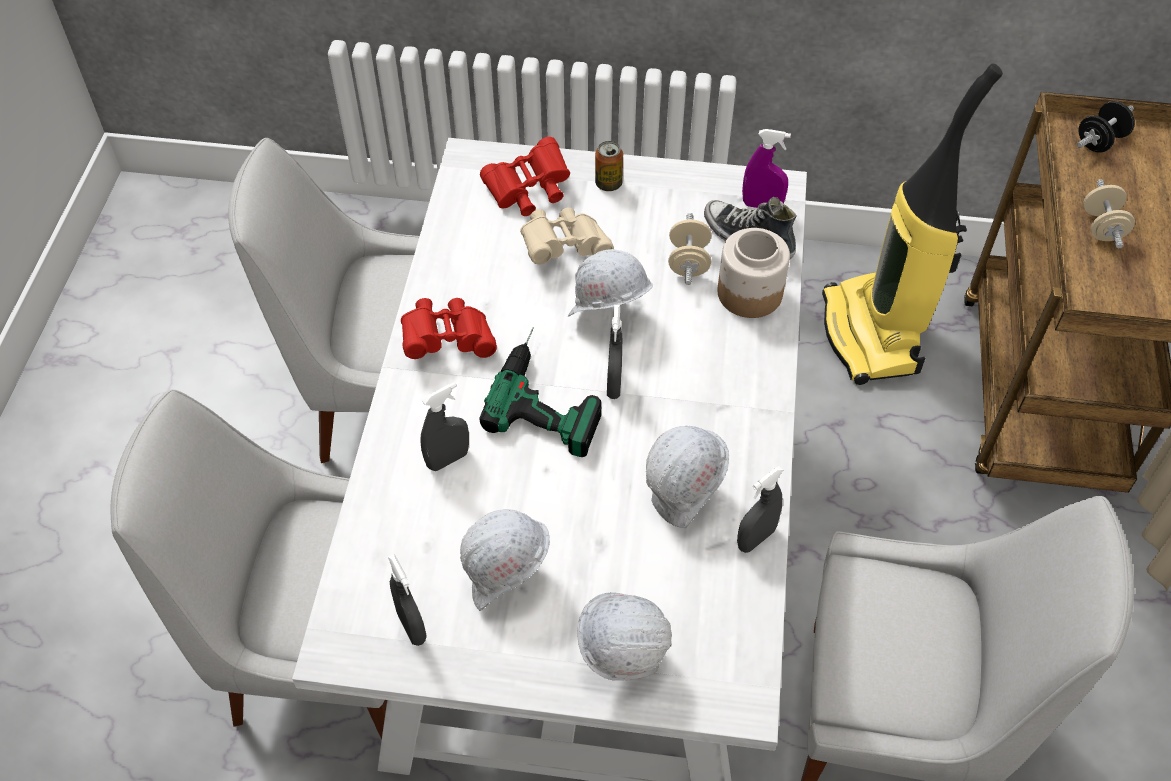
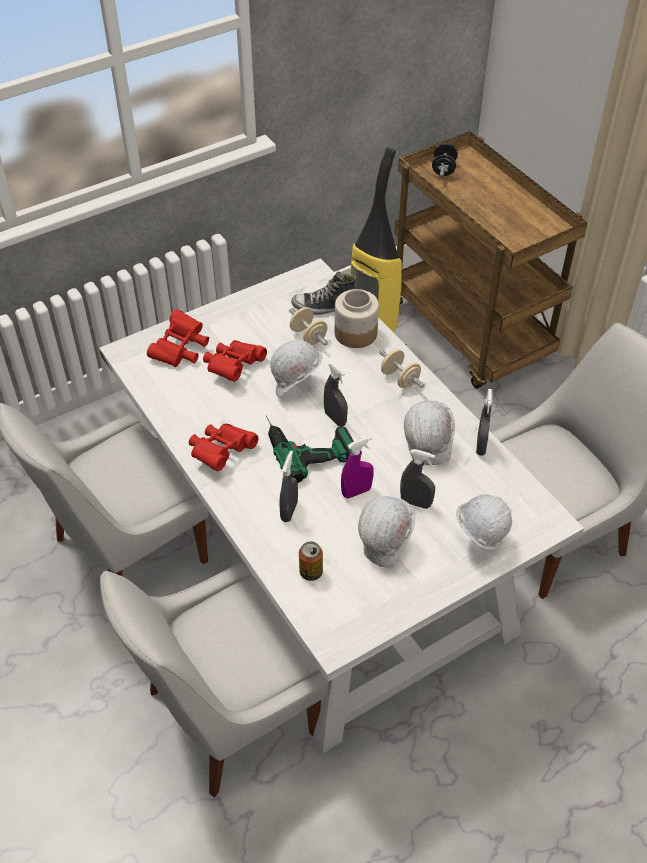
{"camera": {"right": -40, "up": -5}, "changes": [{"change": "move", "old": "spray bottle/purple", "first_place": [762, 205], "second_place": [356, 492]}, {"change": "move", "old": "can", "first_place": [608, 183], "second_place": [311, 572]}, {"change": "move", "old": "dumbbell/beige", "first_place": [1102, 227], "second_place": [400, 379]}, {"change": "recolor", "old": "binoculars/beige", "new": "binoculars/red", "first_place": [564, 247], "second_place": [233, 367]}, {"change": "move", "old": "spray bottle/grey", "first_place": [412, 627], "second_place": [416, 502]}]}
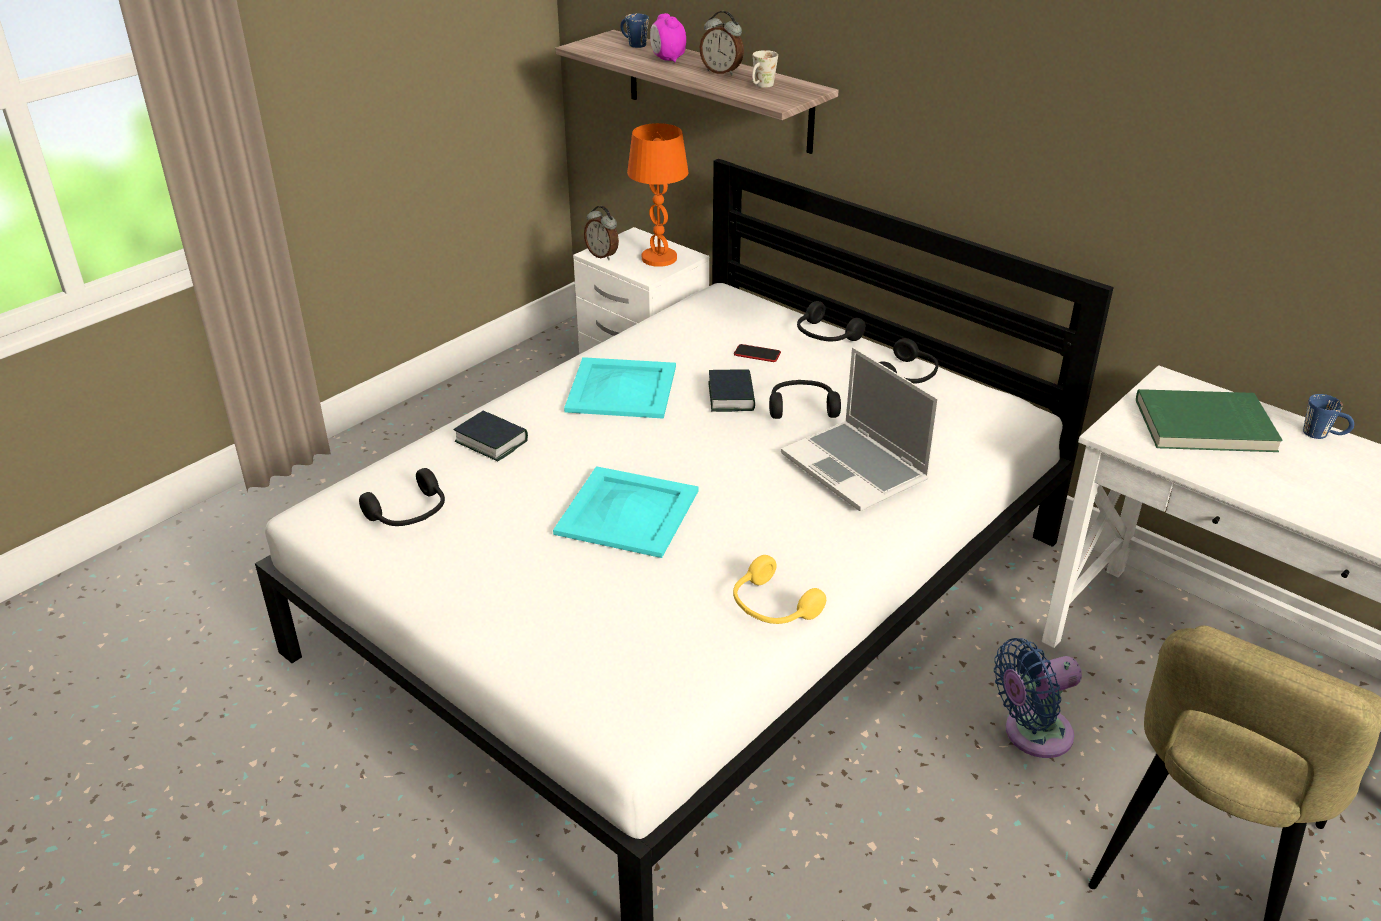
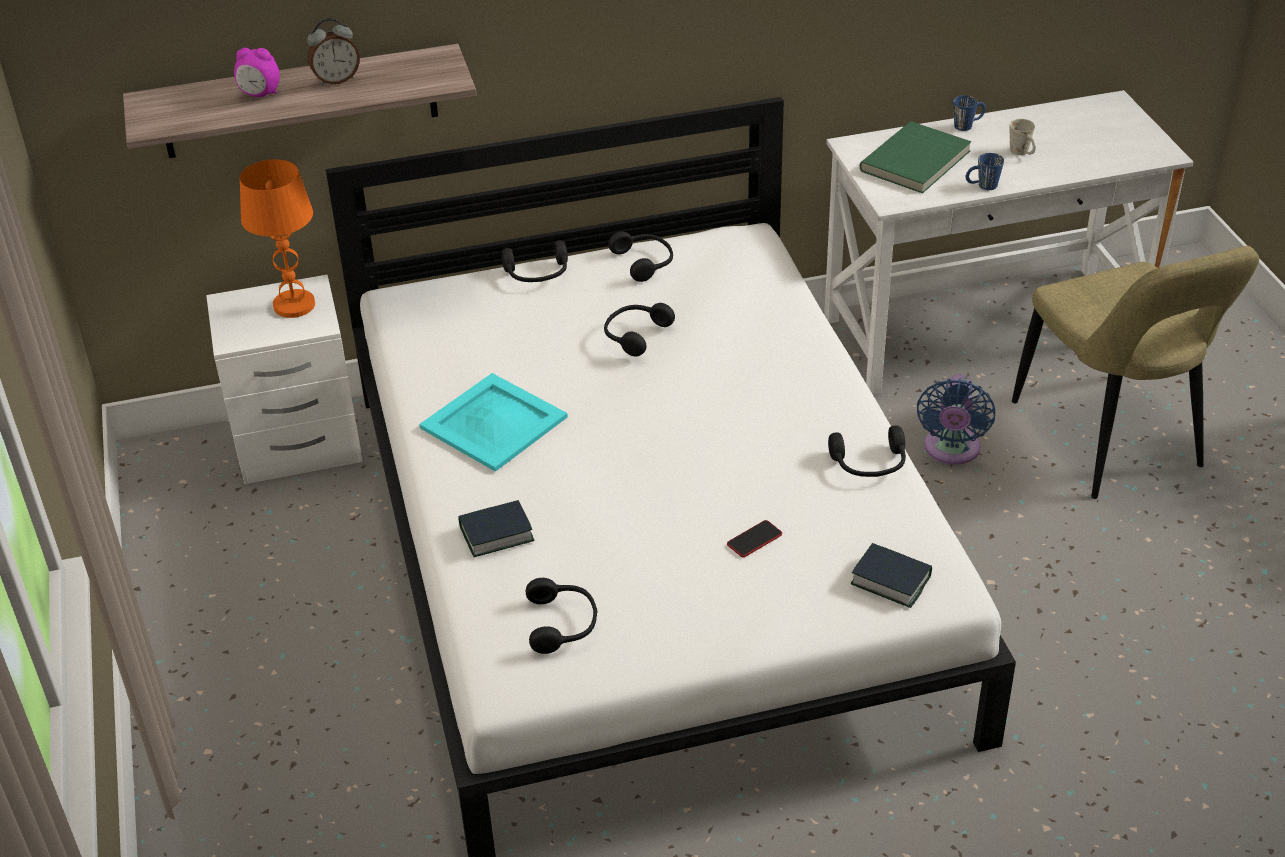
{"camera": {"right": -55, "up": 5}, "changes": [{"change": "move", "old": "mug/blue", "first_place": [633, 44], "second_place": [982, 186]}, {"change": "move", "old": "mug/white", "first_place": [761, 86], "second_place": [1022, 153]}, {"change": "delete", "old": "alarm clock", "first_place": [603, 255]}, {"change": "move", "old": "phone", "first_place": [757, 354], "second_place": [754, 539]}, {"change": "delete", "old": "laptop", "first_place": [856, 468]}, {"change": "move", "old": "book", "first_place": [731, 396], "second_place": [890, 580]}, {"change": "delete", "old": "tray/turquoise", "first_place": [628, 513]}, {"change": "recolor", "old": "headphones/yellow", "new": "headphones/black", "first_place": [771, 607], "second_place": [869, 464]}]}
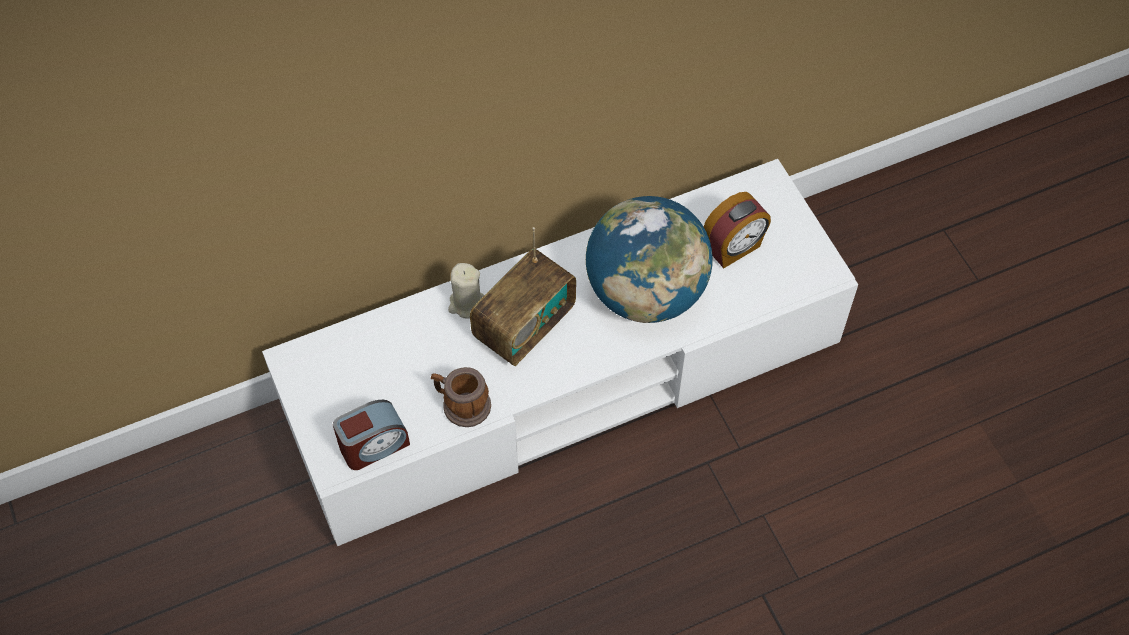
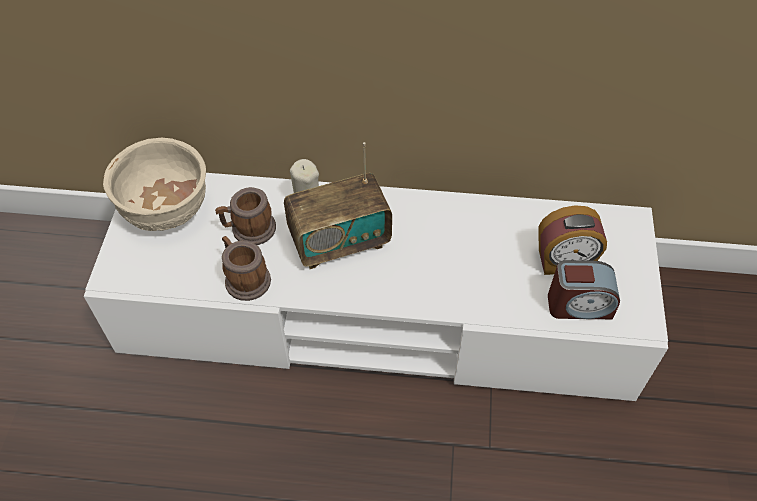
{"camera": {"right": 30, "up": -5}, "changes": [{"change": "delete", "old": "globe", "first_place": [646, 292]}, {"change": "move", "old": "alarm clock", "first_place": [374, 445], "second_place": [579, 305]}, {"change": "insert", "new": "bowl/beige", "second_place": [168, 212]}, {"change": "insert", "new": "mug", "second_place": [249, 229]}]}
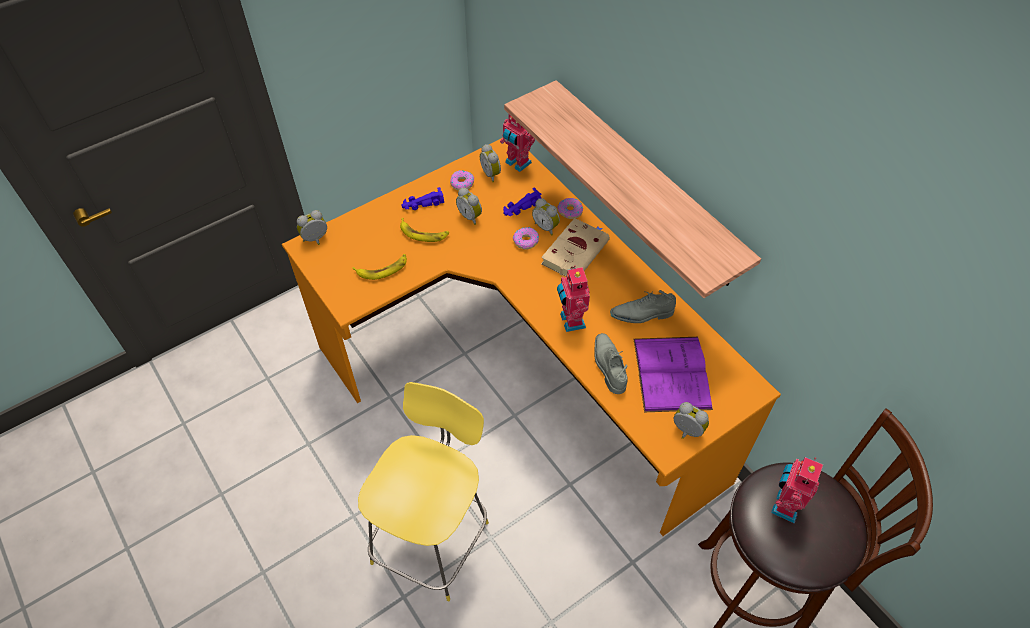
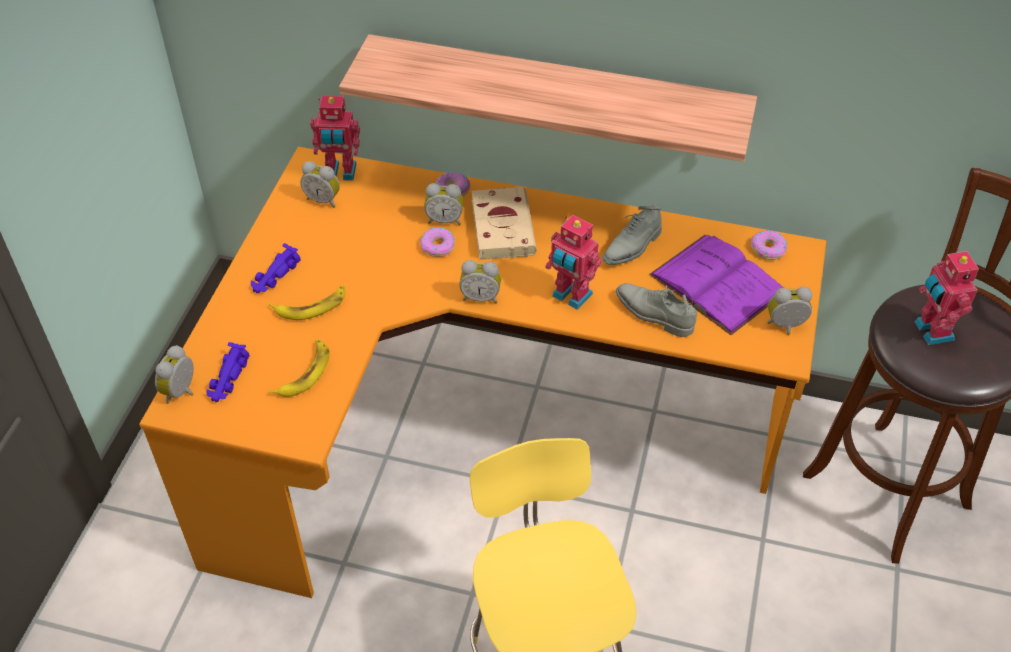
{"camera": {"right": -40, "up": -5}, "changes": [{"change": "move", "old": "donut", "first_place": [462, 183], "second_place": [768, 249]}, {"change": "move", "old": "toy car/purple", "first_place": [521, 207], "second_place": [228, 379]}, {"change": "move", "old": "alarm clock", "first_place": [471, 216], "second_place": [480, 297]}]}
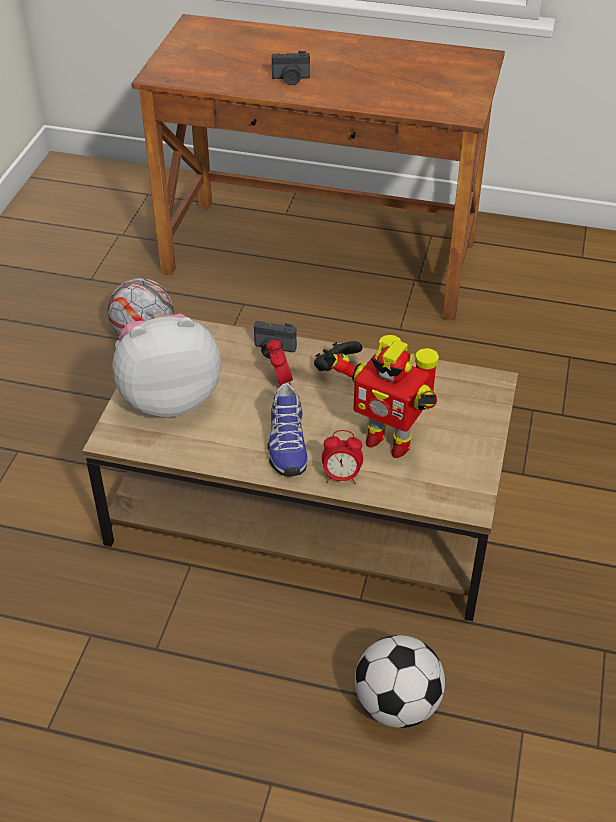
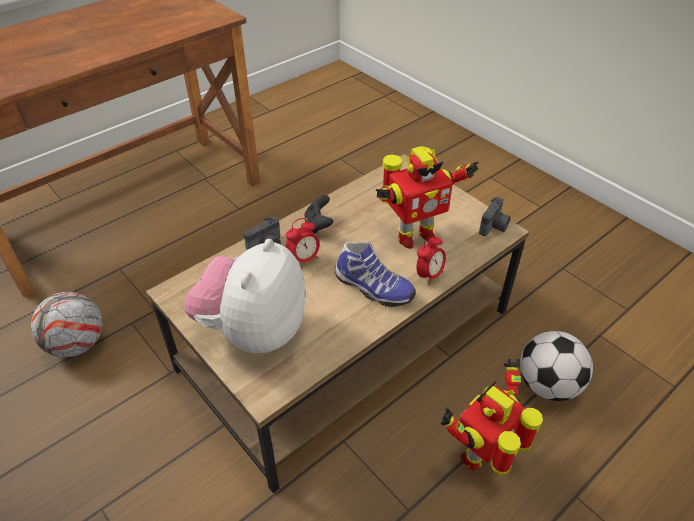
{"camera": {"right": -55, "up": 0}, "changes": [{"change": "move", "old": "photo camera", "first_place": [291, 79], "second_place": [494, 227]}, {"change": "rotate", "old": "alarm clock", "first_place": [280, 382], "second_place": [304, 259], "degrees": 120}, {"change": "insert", "new": "toy robot", "second_place": [482, 455]}]}
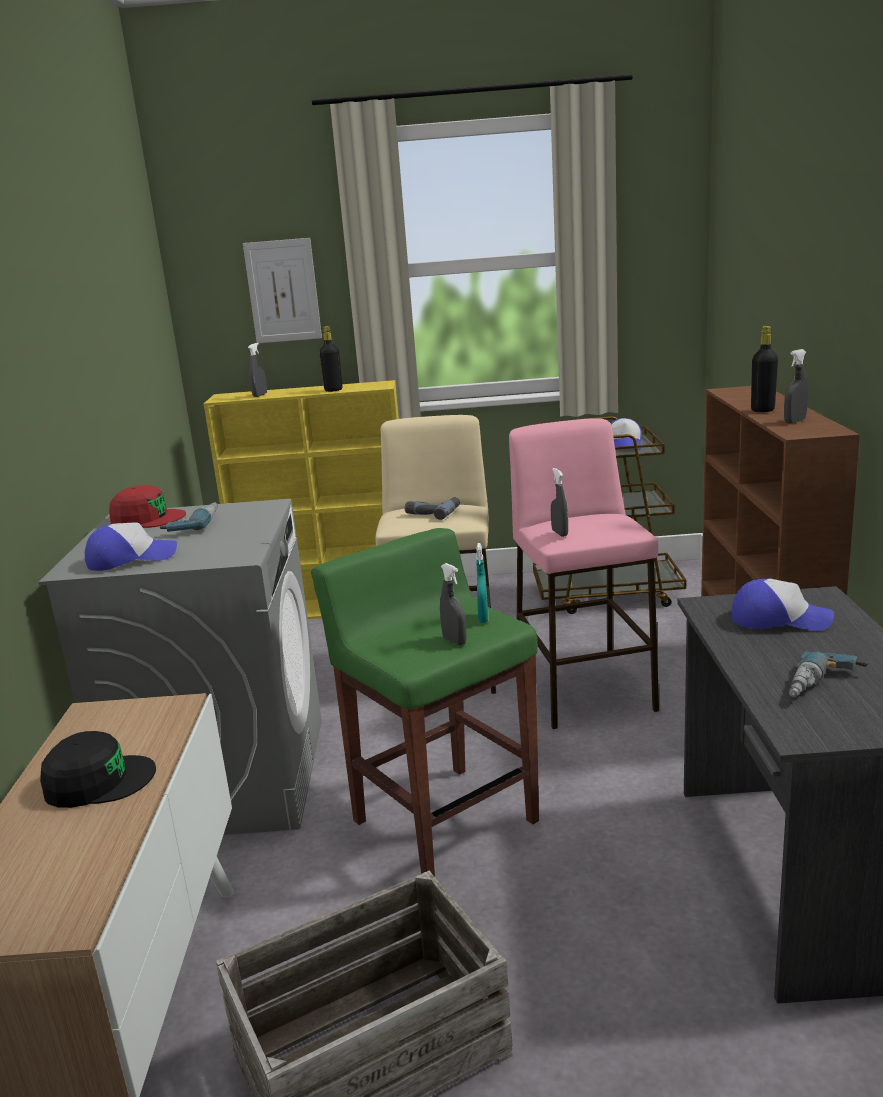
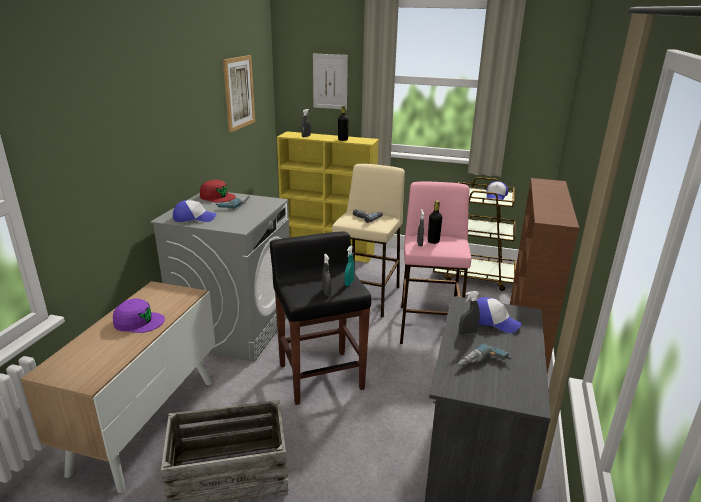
{"camera": {"right": 15, "up": 5}, "changes": [{"change": "move", "old": "bottle/black", "first_place": [762, 410], "second_place": [433, 241]}, {"change": "move", "old": "spray bottle/grey", "first_place": [794, 421], "second_place": [467, 333]}, {"change": "recolor", "old": "stool/green", "new": "stool/black", "first_place": [443, 820], "second_place": [320, 375]}, {"change": "recolor", "old": "cap/black", "new": "cap/purple", "first_place": [98, 781], "second_place": [138, 321]}, {"change": "insert", "new": "picture", "second_place": [239, 93]}]}
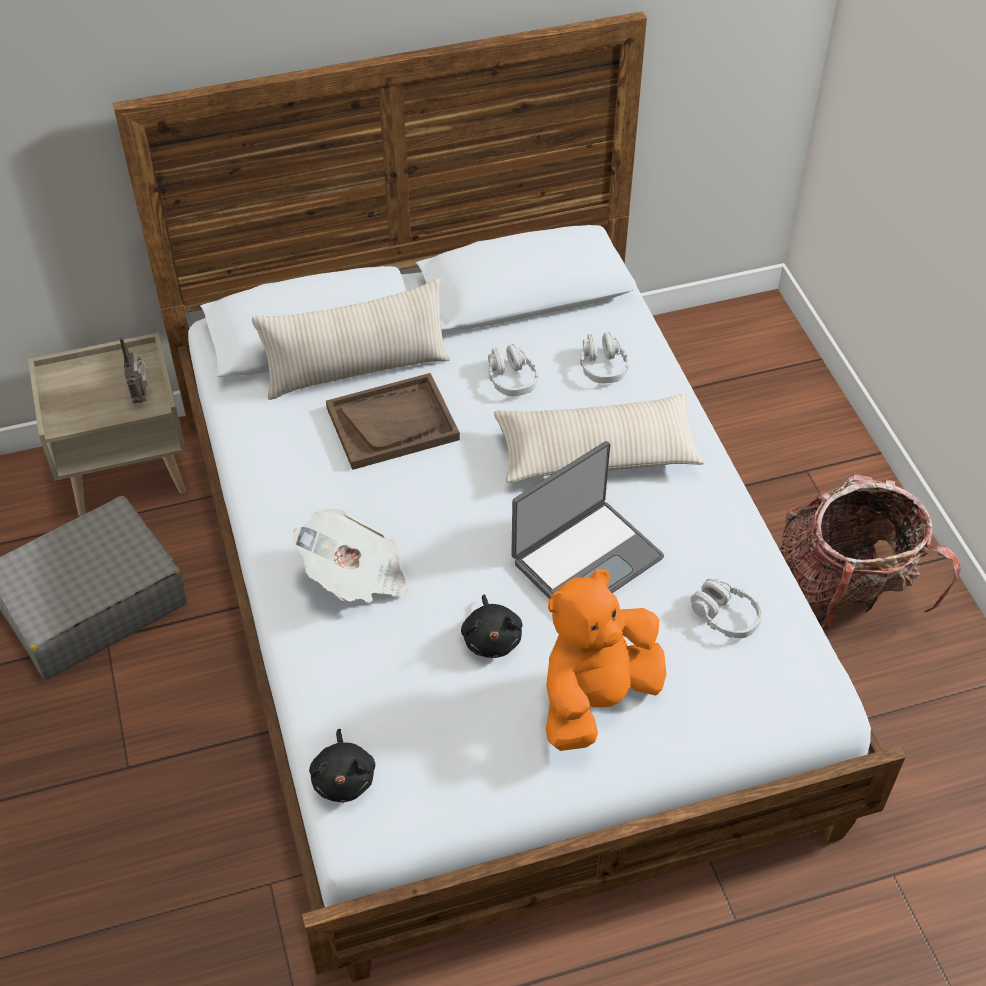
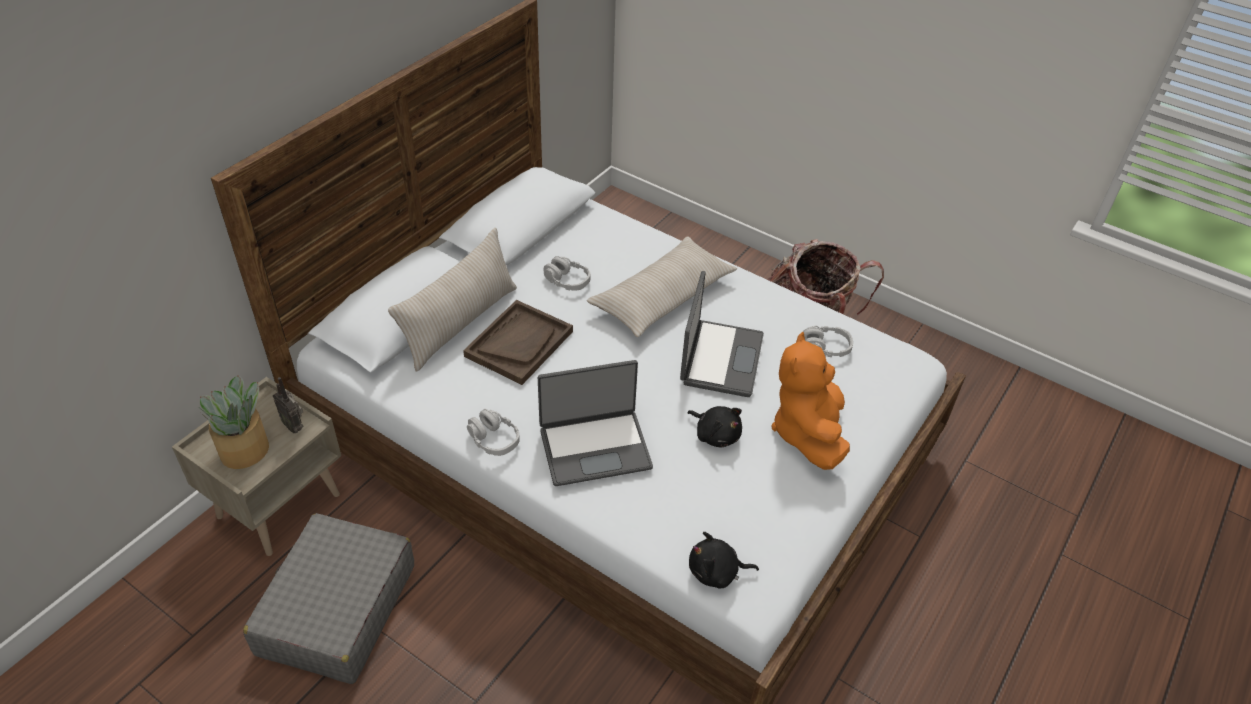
{"camera": {"right": -40, "up": -5}, "changes": [{"change": "move", "old": "headphones/grey", "first_place": [602, 366], "second_place": [494, 439]}, {"change": "replace", "old": "newspaper", "new": "laptop", "first_place": [355, 576], "second_place": [595, 447]}, {"change": "rotate", "old": "plush toy/black", "first_place": [344, 778], "second_place": [716, 572], "degrees": 135}, {"change": "insert", "new": "potted plant", "second_place": [246, 450]}]}
